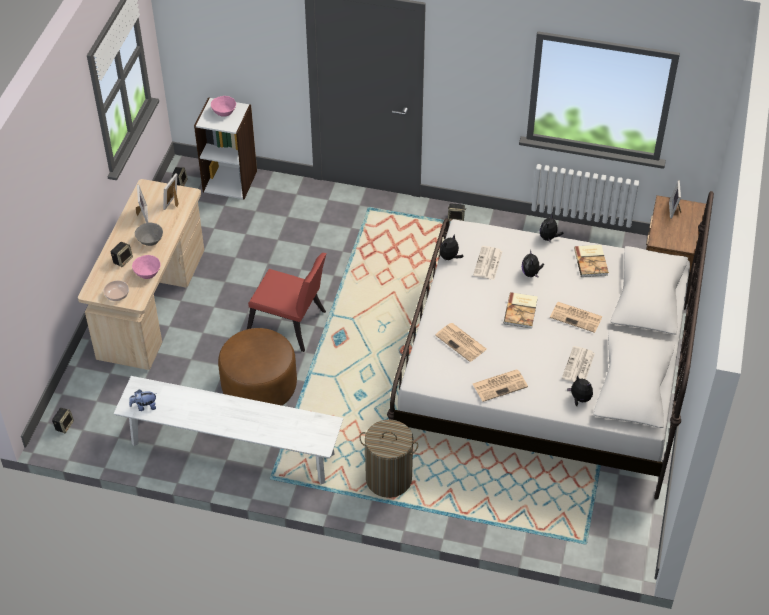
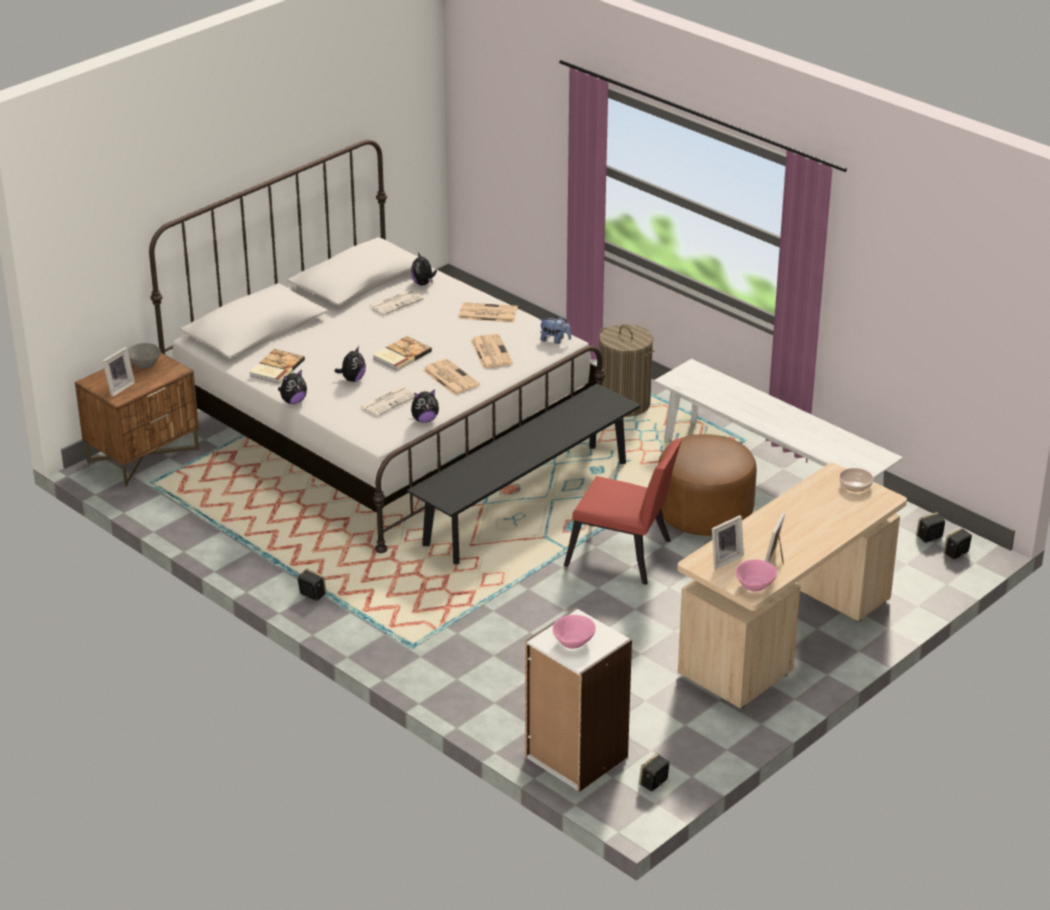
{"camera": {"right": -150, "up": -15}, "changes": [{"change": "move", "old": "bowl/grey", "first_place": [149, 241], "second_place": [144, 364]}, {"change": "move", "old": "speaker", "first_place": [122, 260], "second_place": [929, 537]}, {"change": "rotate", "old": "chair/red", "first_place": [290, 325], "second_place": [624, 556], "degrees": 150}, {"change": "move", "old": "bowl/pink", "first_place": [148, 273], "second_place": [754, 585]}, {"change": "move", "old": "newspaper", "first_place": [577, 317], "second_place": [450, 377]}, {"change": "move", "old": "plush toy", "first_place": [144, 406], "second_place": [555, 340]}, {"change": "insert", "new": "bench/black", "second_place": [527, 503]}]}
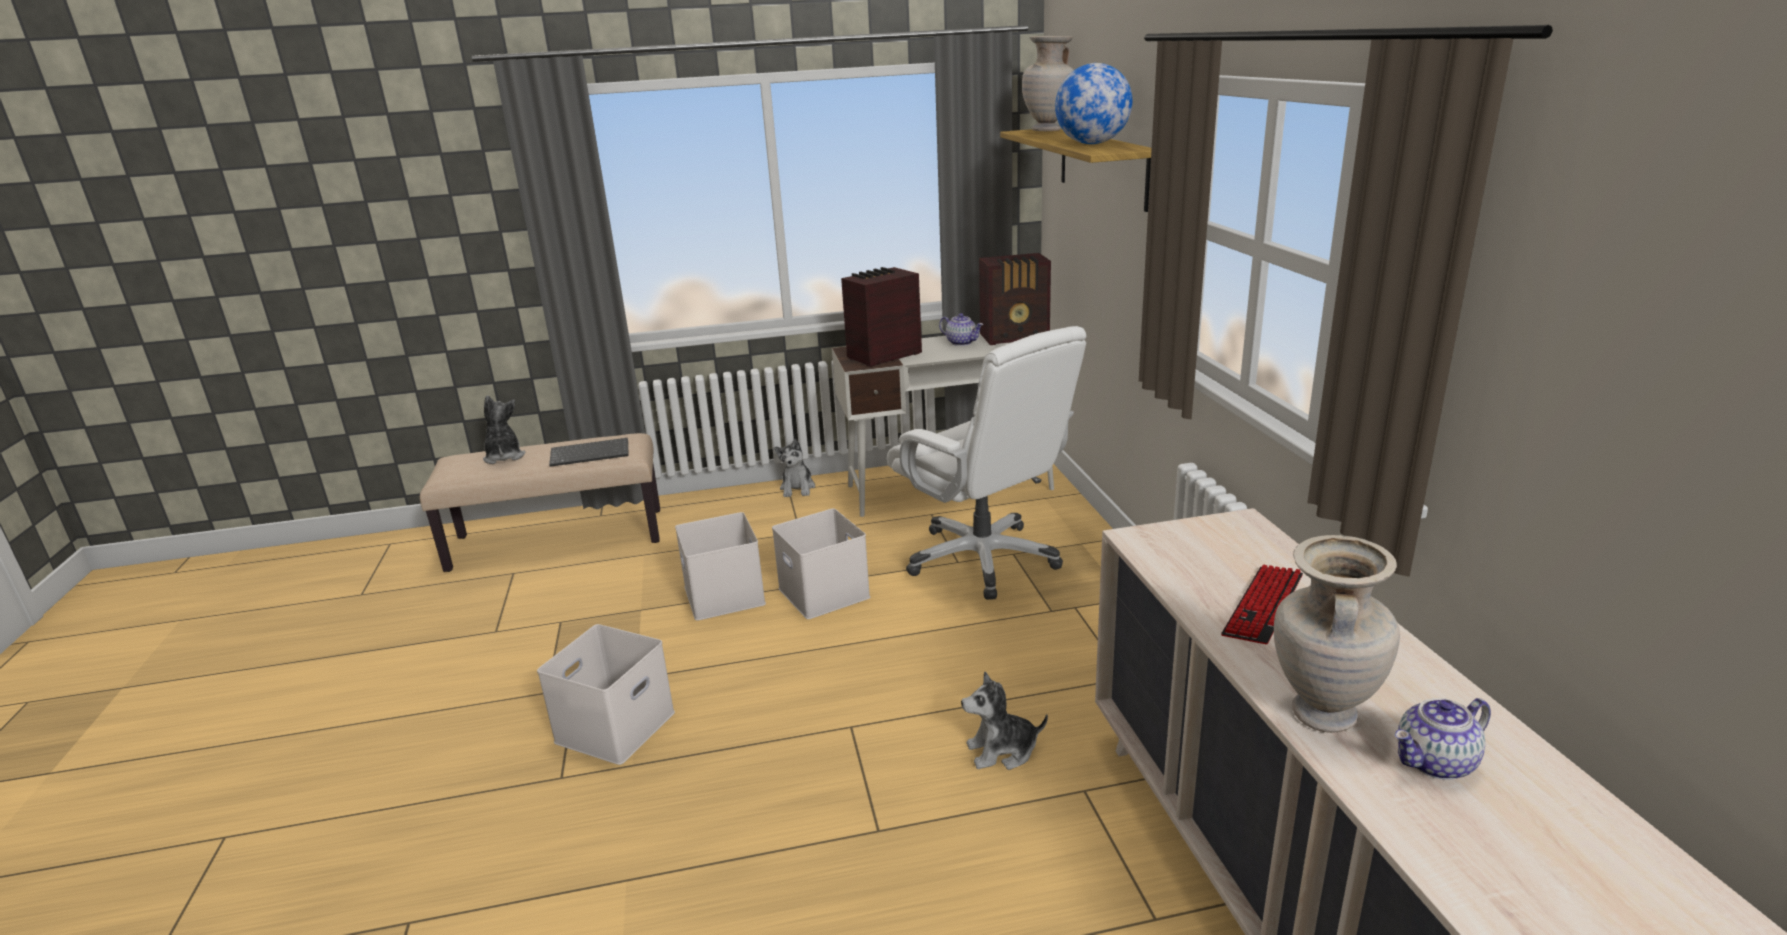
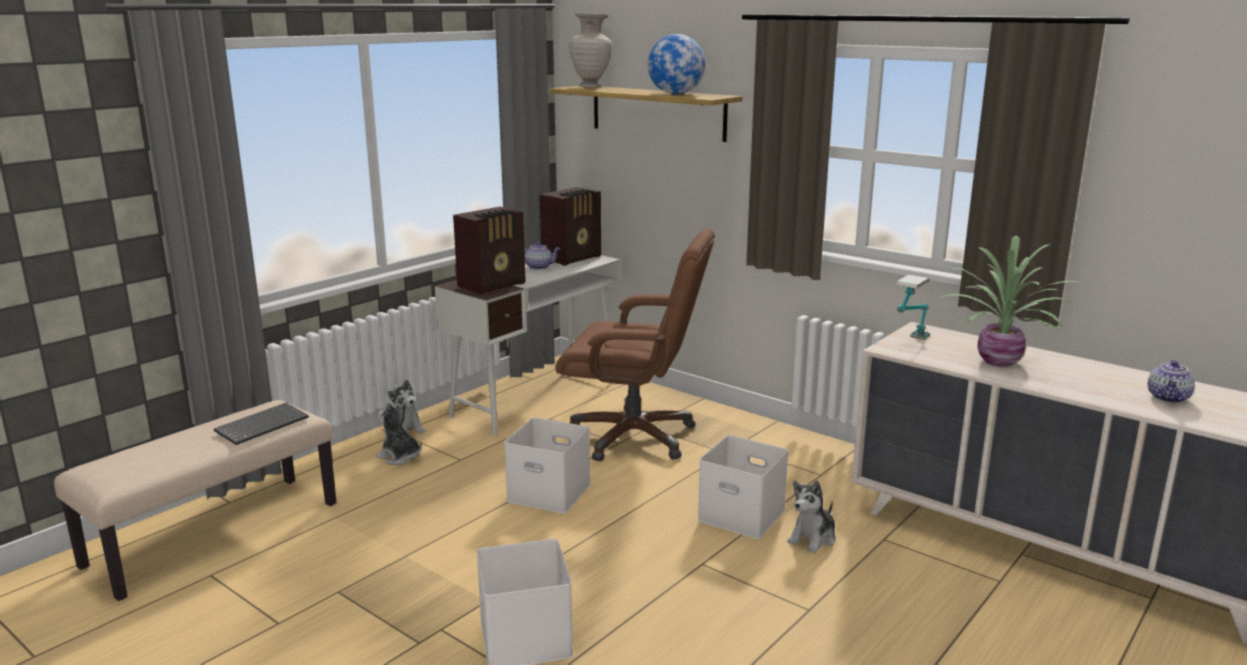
{"camera": {"right": -40, "up": -5}, "changes": [{"change": "rotate", "old": "radio", "first_place": [882, 356], "second_place": [493, 285], "degrees": -150}, {"change": "recolor", "old": "office chair/white", "new": "office chair/brown", "first_place": [984, 559], "second_place": [634, 436]}, {"change": "move", "old": "plush toy", "first_place": [504, 457], "second_place": [400, 457]}, {"change": "move", "old": "storage box/white", "first_place": [726, 596], "second_place": [743, 515]}, {"change": "delete", "old": "vase/beige", "first_place": [1320, 715]}, {"change": "replace", "old": "keyboard", "new": "potted plant", "first_place": [1263, 606], "second_place": [1001, 362]}, {"change": "insert", "new": "table lamp", "second_place": [910, 343]}]}
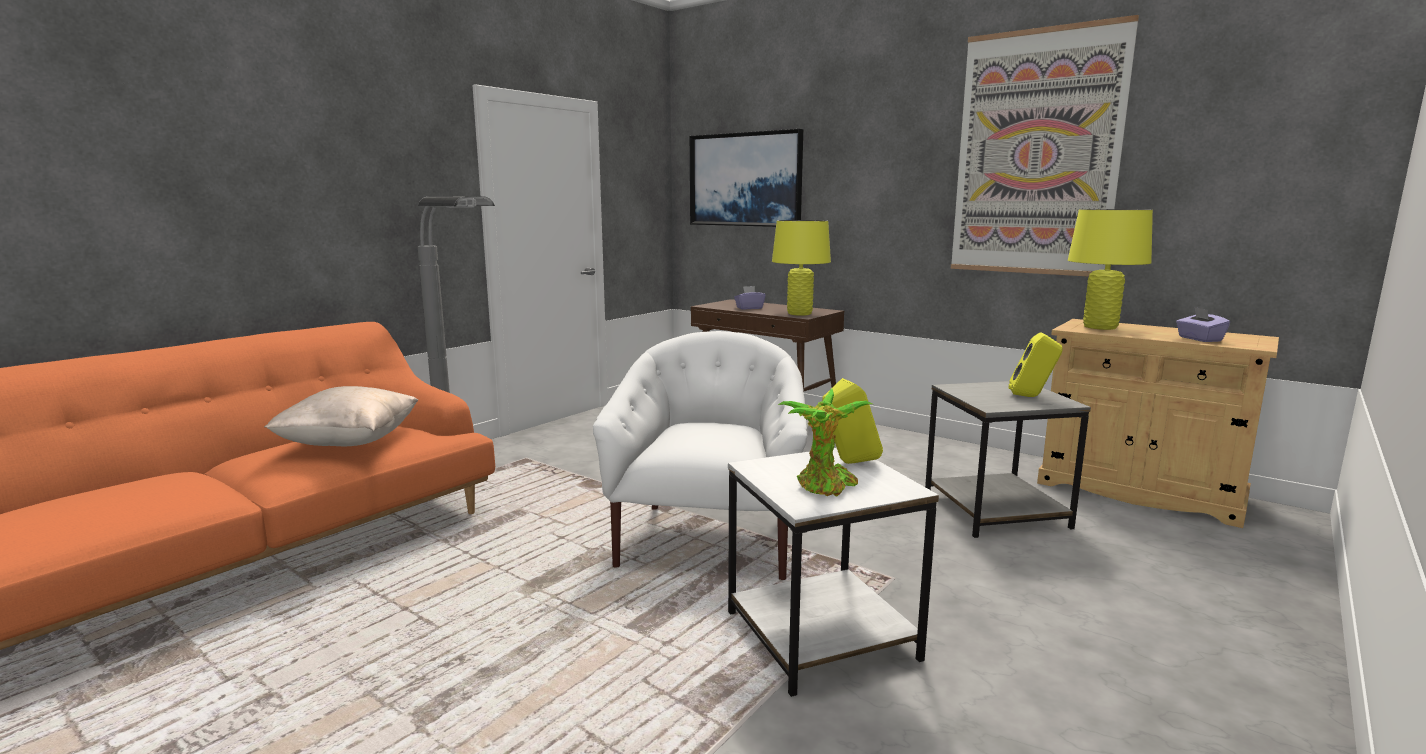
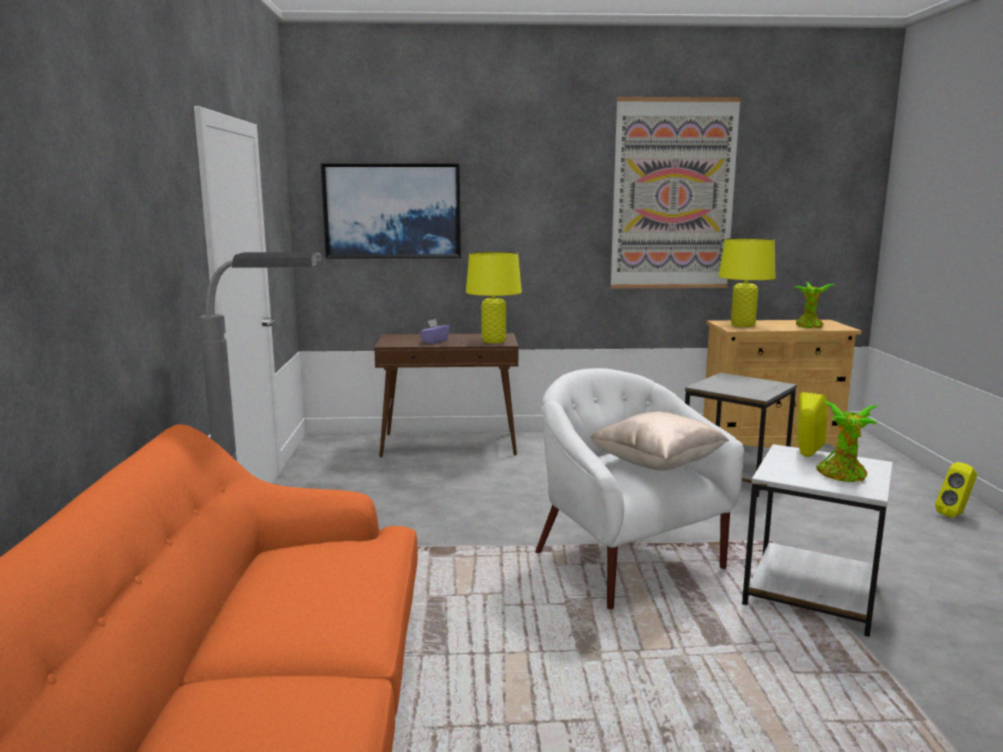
{"camera": {"right": -40, "up": 0}, "changes": [{"change": "replace", "old": "tissue box/purple", "new": "potted plant", "first_place": [1199, 339], "second_place": [809, 327]}, {"change": "move", "old": "speaker/yellow", "first_place": [1032, 396], "second_place": [955, 515]}, {"change": "move", "old": "pillow/beige", "first_place": [350, 443], "second_place": [657, 465]}]}
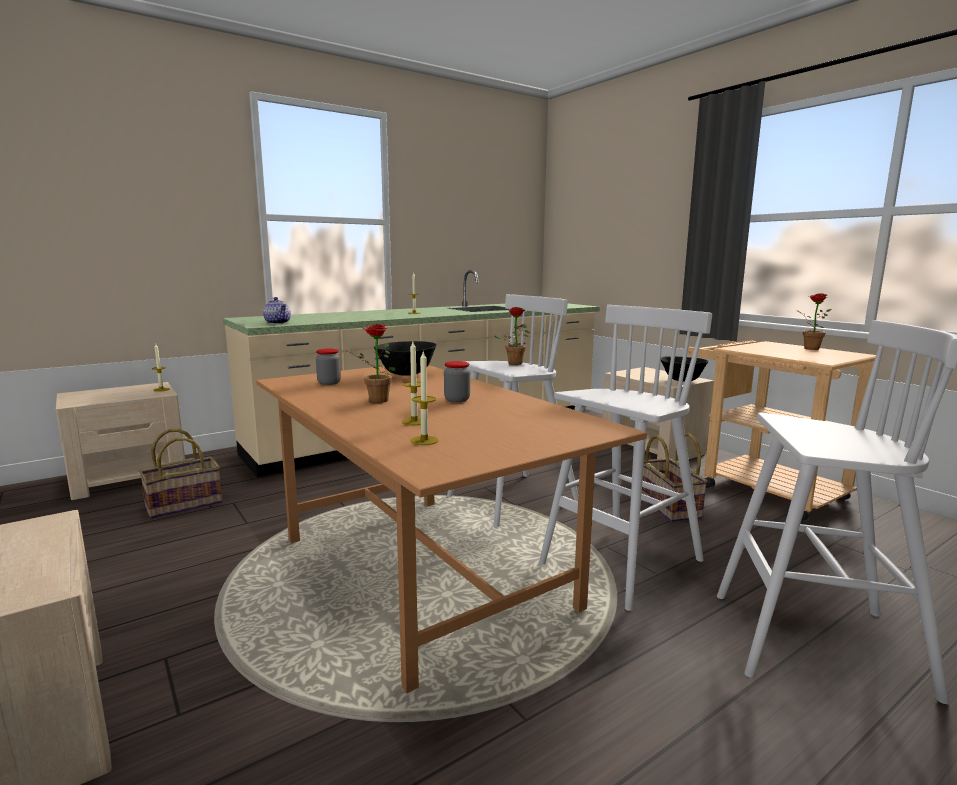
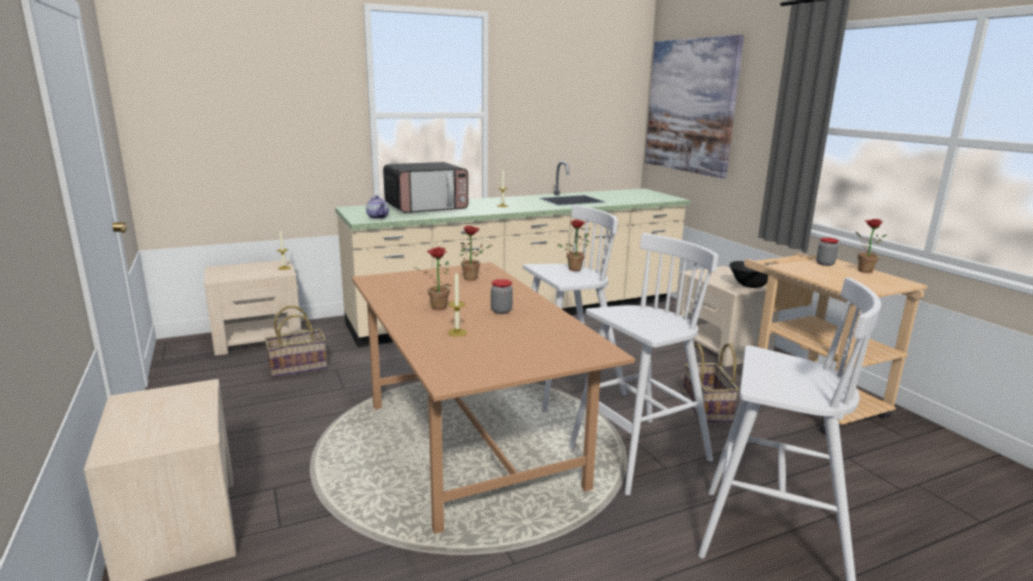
{"camera": {"right": 10, "up": 5}, "changes": [{"change": "replace", "old": "bowl/black", "new": "potted plant", "first_place": [406, 375], "second_place": [473, 278]}, {"change": "move", "old": "jar", "first_place": [329, 383], "second_place": [825, 264]}, {"change": "delete", "old": "candle", "first_place": [424, 440]}, {"change": "insert", "new": "picture", "second_place": [690, 106]}, {"change": "insert", "new": "microwave", "second_place": [426, 207]}]}
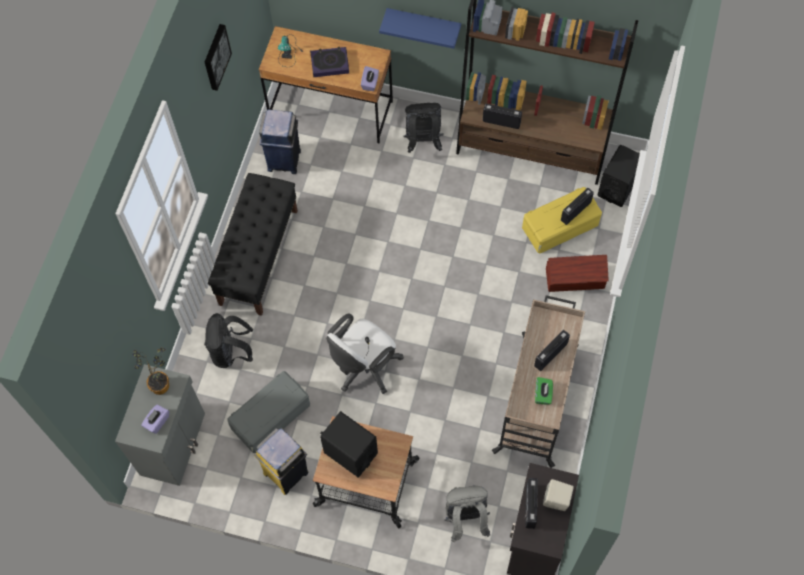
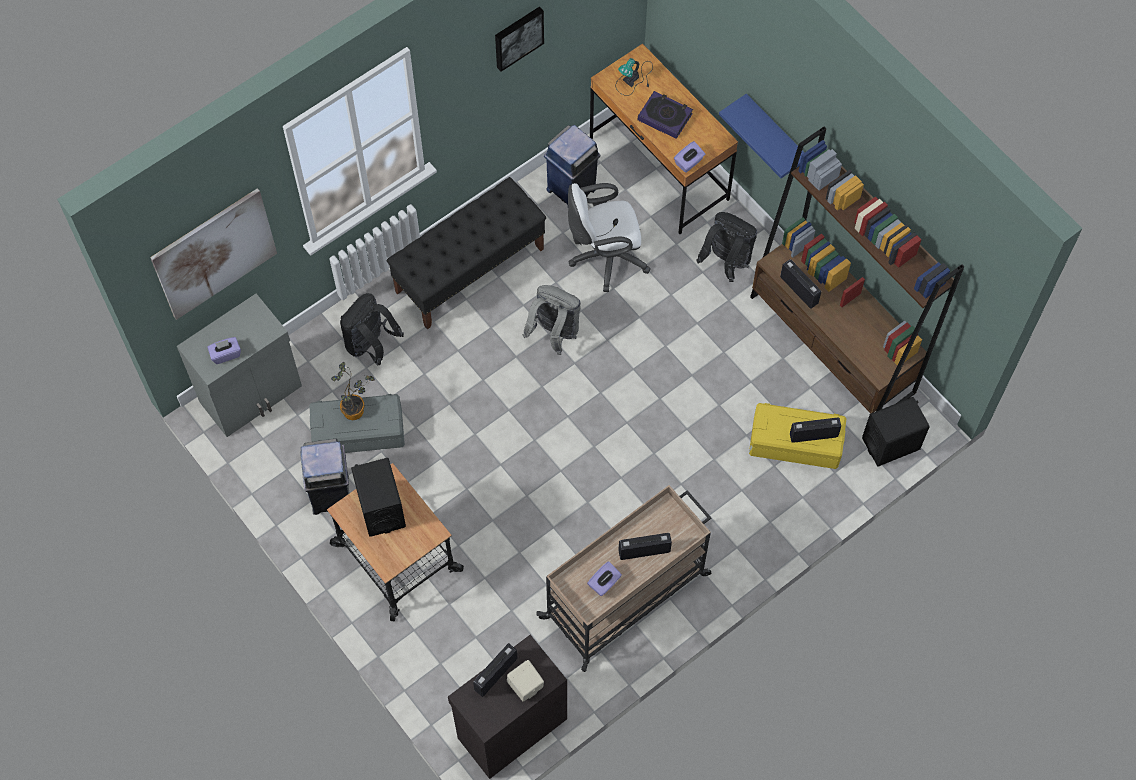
{"camera": {"right": 35, "up": 0}, "changes": [{"change": "delete", "old": "storage box/brown", "first_place": [575, 279]}, {"change": "move", "old": "office chair/white", "first_place": [364, 368], "second_place": [605, 258]}, {"change": "move", "old": "potted plant", "first_place": [162, 383], "second_place": [356, 410]}, {"change": "recolor", "old": "tissue box/green", "new": "tissue box/purple", "first_place": [543, 394], "second_place": [604, 583]}, {"change": "recolor", "old": "trash can/yellow", "new": "trash can/grey", "first_place": [286, 472], "second_place": [331, 494]}, {"change": "move", "old": "backpack/grey", "first_place": [465, 519], "second_place": [554, 333]}, {"change": "insert", "new": "picture", "second_place": [214, 253]}]}
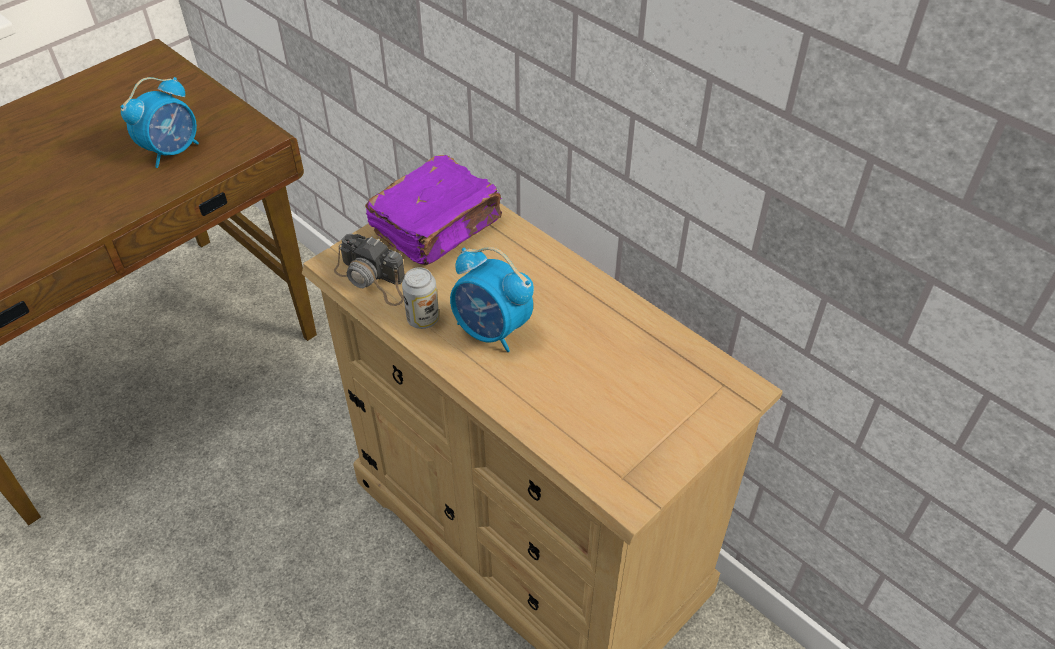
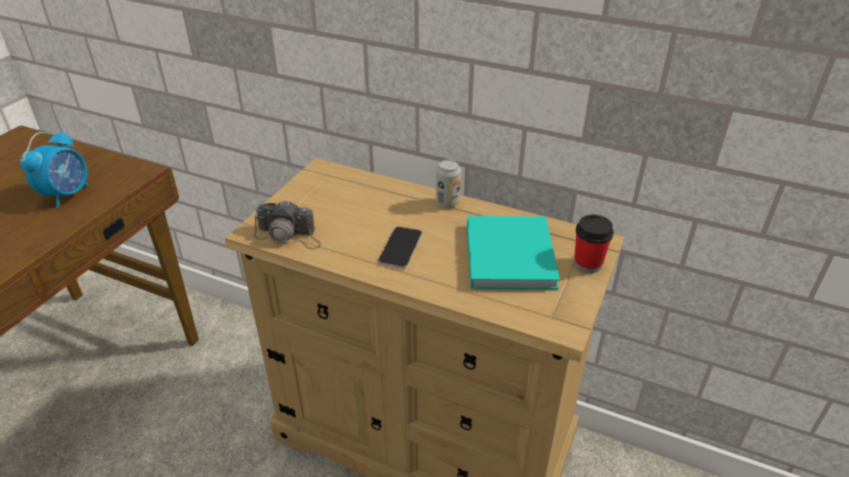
{"camera": {"right": -20, "up": -10}, "changes": [{"change": "delete", "old": "book/purple", "first_place": [438, 226]}, {"change": "replace", "old": "alarm clock", "new": "phone", "first_place": [491, 331], "second_place": [400, 248]}, {"change": "move", "old": "can", "first_place": [423, 319], "second_place": [447, 202]}, {"change": "insert", "new": "cup", "second_place": [588, 264]}, {"change": "insert", "new": "book/turquoise", "second_place": [509, 253]}]}
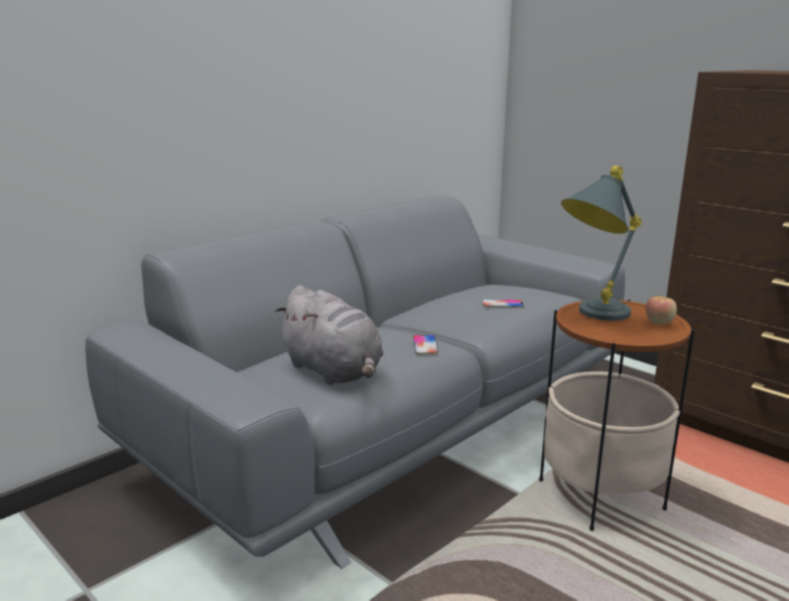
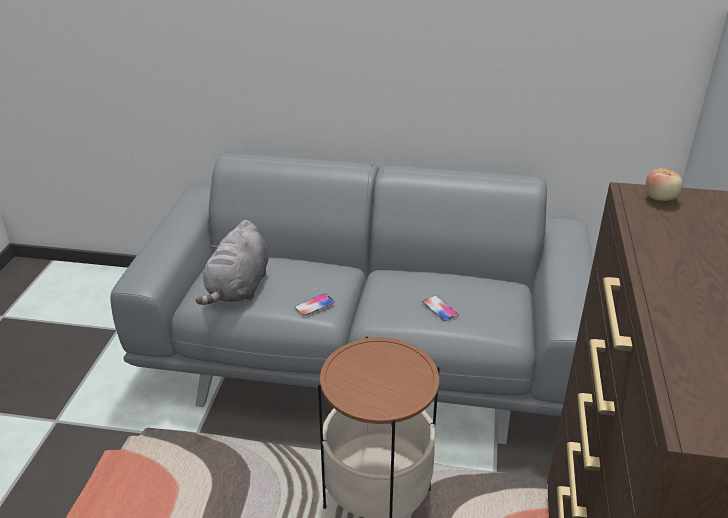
{"camera": {"right": 55, "up": 15}, "changes": [{"change": "delete", "old": "table lamp/grey", "first_place": [591, 316]}, {"change": "move", "old": "apple", "first_place": [659, 322], "second_place": [660, 198]}]}
